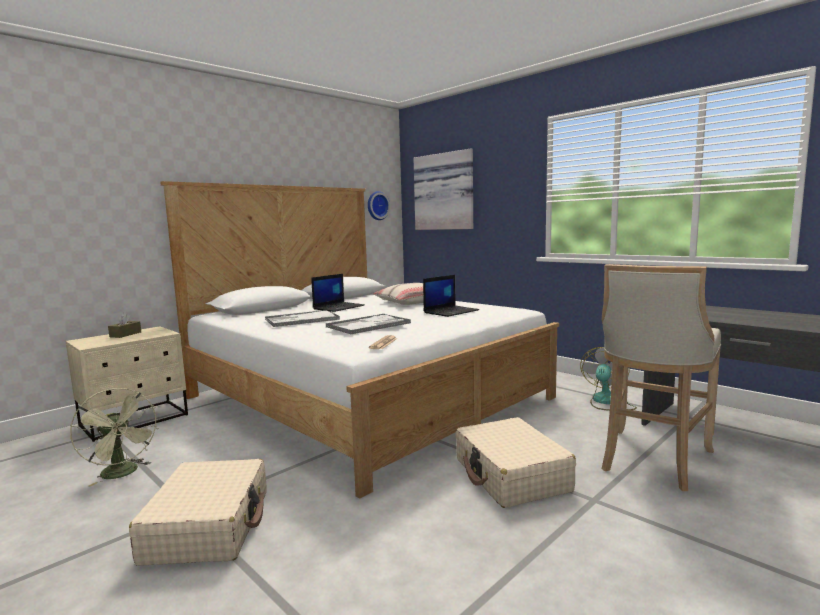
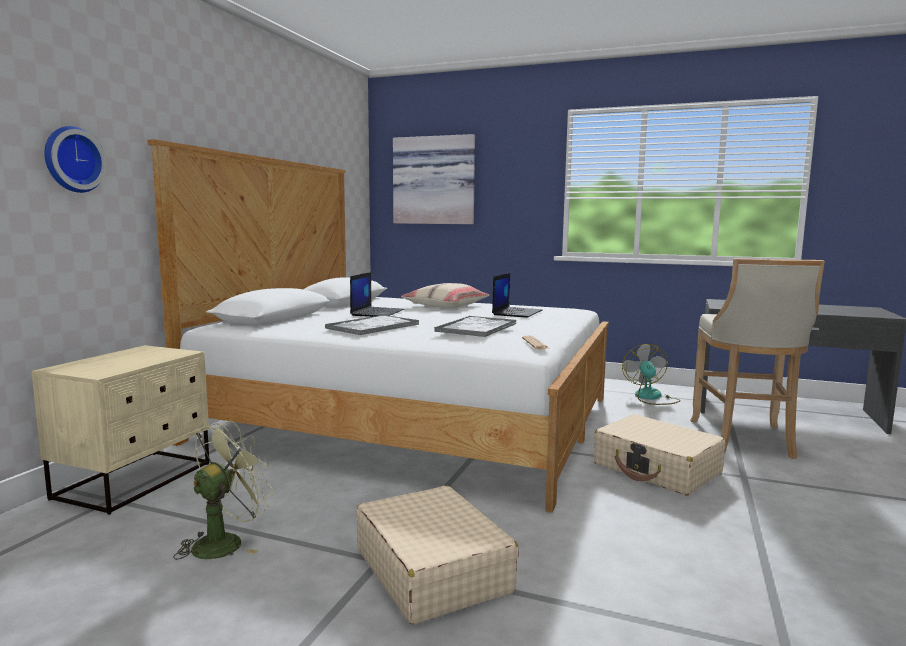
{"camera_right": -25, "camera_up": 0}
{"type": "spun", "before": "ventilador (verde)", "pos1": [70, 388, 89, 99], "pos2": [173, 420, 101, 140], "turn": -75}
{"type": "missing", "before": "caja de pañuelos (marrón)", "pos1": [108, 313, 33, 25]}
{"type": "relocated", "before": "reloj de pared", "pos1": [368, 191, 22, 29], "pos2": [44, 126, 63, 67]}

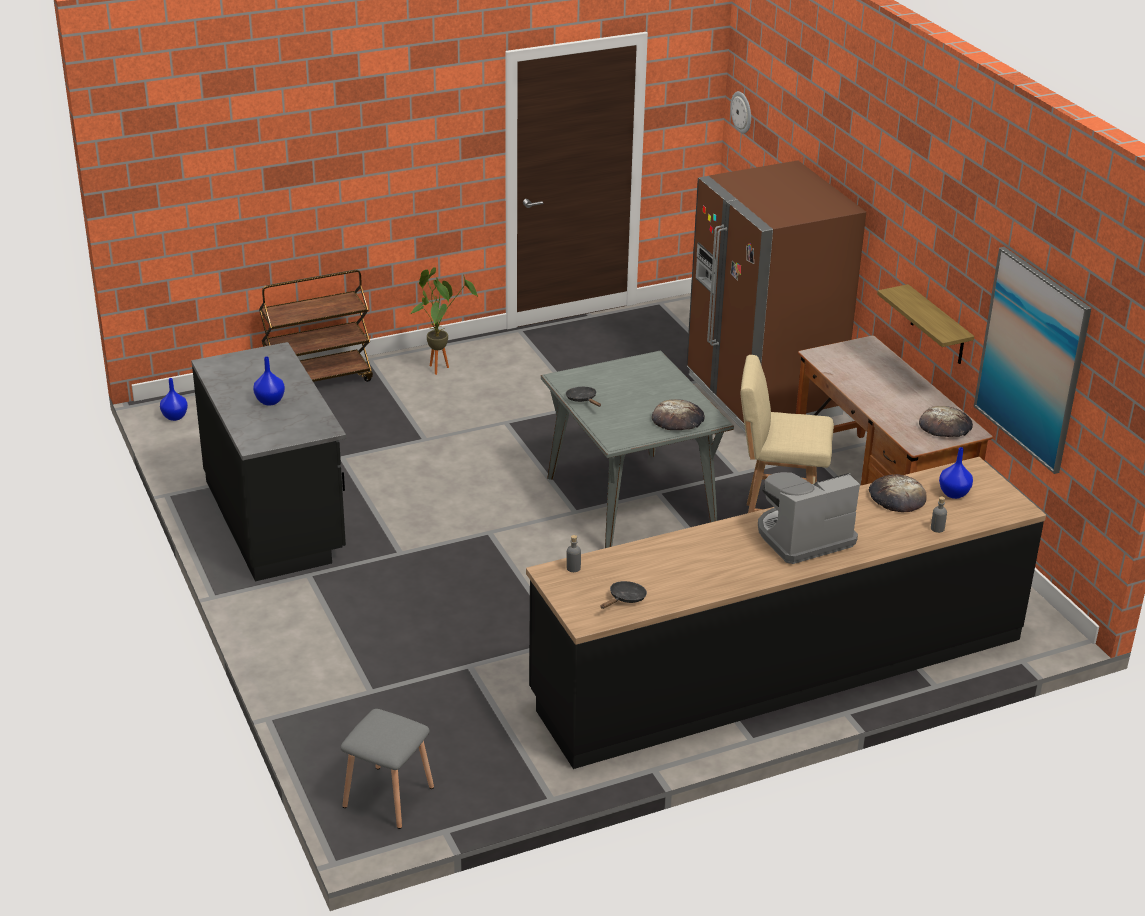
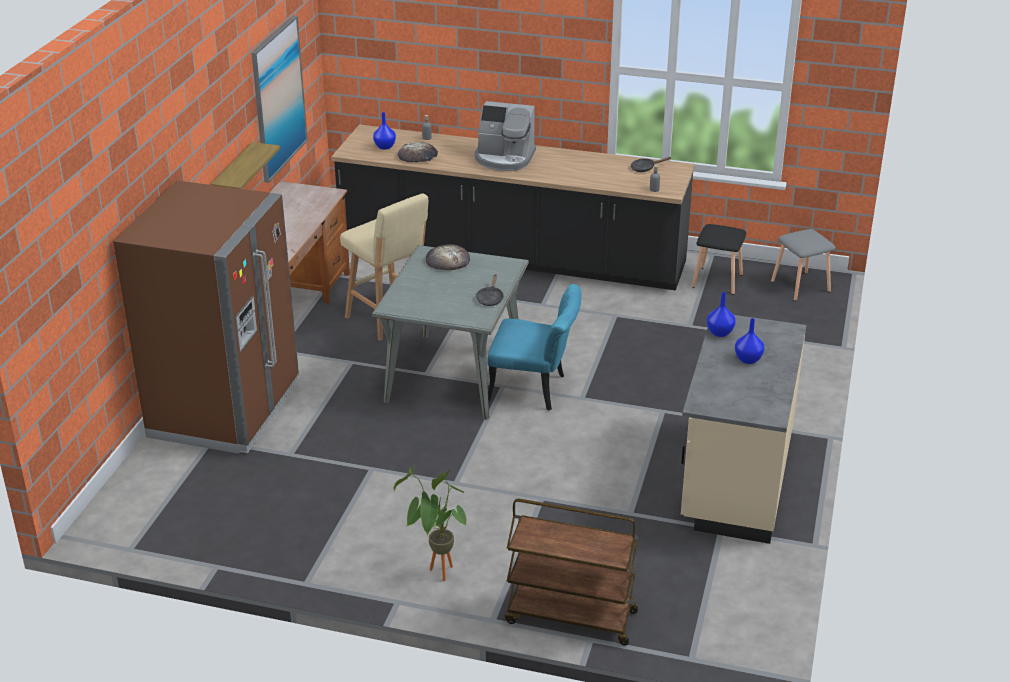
{"camera_right": -140, "camera_up": 0}
{"type": "relocated", "before": "florero (azul)", "pos1": [160, 378, 28, 43], "pos2": [707, 292, 29, 45]}
{"type": "colour", "before": "mueble bajo de cocina (negro)", "after": "mueble bajo de cocina (beis)", "pos1": [191, 342, 155, 239], "pos2": [681, 315, 125, 229]}
{"type": "missing", "before": "reloj de pared", "pos1": [730, 91, 21, 43]}
{"type": "missing", "before": "pan", "pos1": [919, 406, 54, 31]}
{"type": "appeared", "after": "silla (turquesa)", "pos2": [487, 284, 94, 126]}
{"type": "appeared", "after": "taburete (negro)", "pos2": [692, 224, 54, 71]}

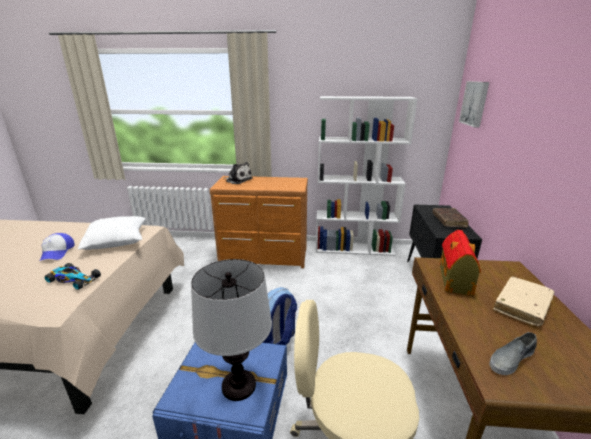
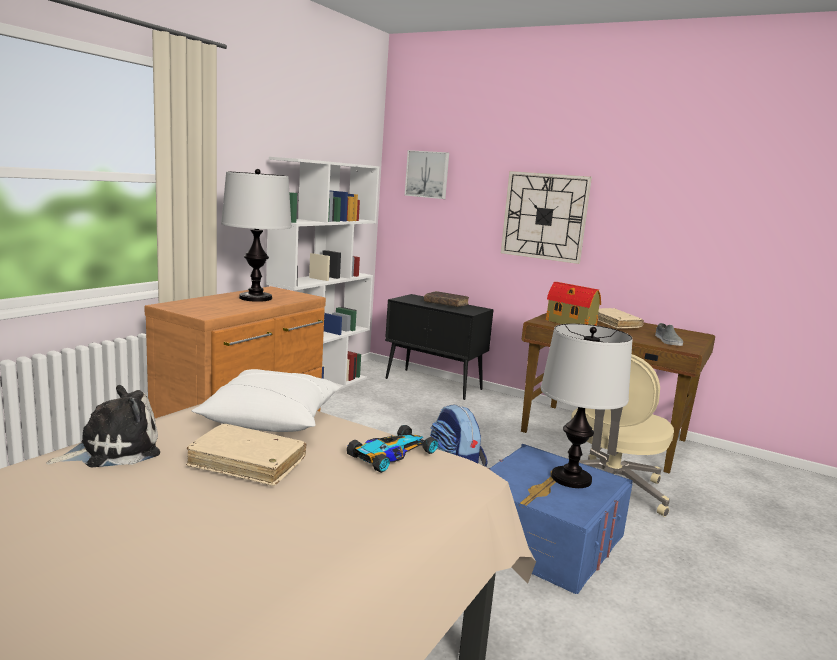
{"camera_right": -65, "camera_up": -10}
{"type": "exchanged", "before": "gorra", "after": "libro (beis)", "pos1": [40, 233, 35, 28], "pos2": [186, 424, 120, 62]}
{"type": "relocated", "before": "peluche", "pos1": [223, 162, 30, 22], "pos2": [46, 385, 114, 82]}
{"type": "appeared", "after": "lámpara de mesa", "pos2": [221, 169, 71, 133]}
{"type": "appeared", "after": "reloj de pared", "pos2": [501, 171, 91, 93]}

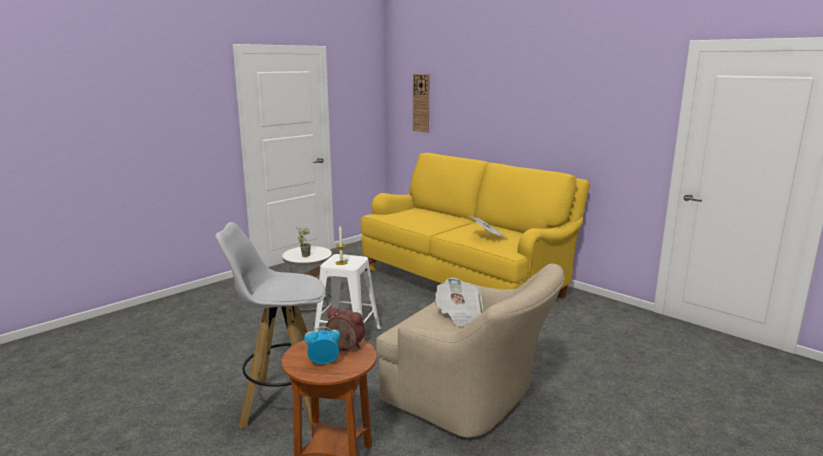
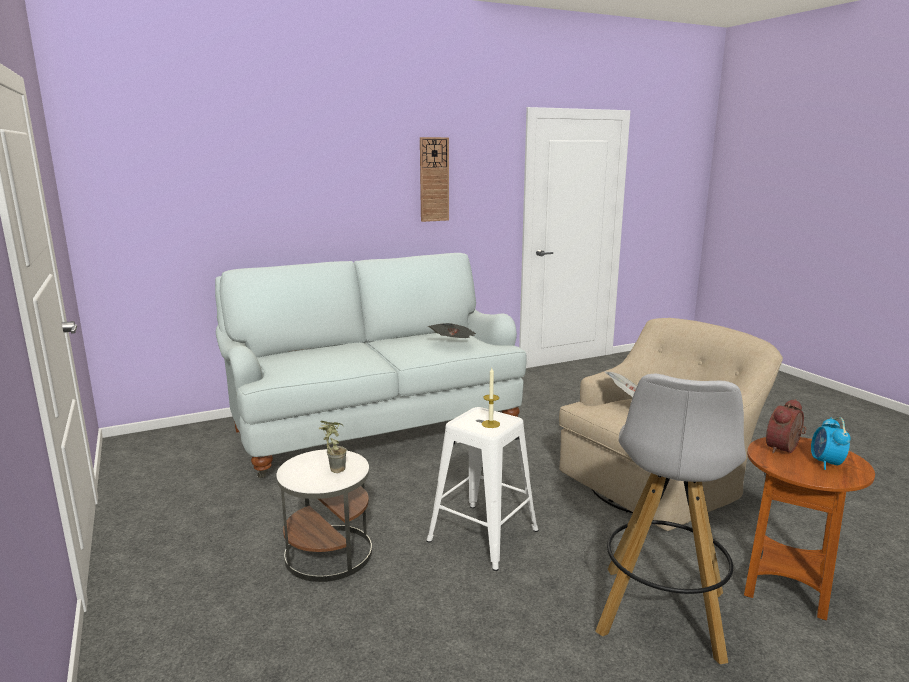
{"camera_right": -70, "camera_up": 0}
{"type": "colour", "before": "sofá (amarillo)", "after": "sofá (blanco)", "pos1": [360, 153, 230, 146], "pos2": [215, 253, 312, 225]}
{"type": "relocated", "before": "reloj de pared", "pos1": [413, 74, 17, 59], "pos2": [420, 137, 29, 85]}

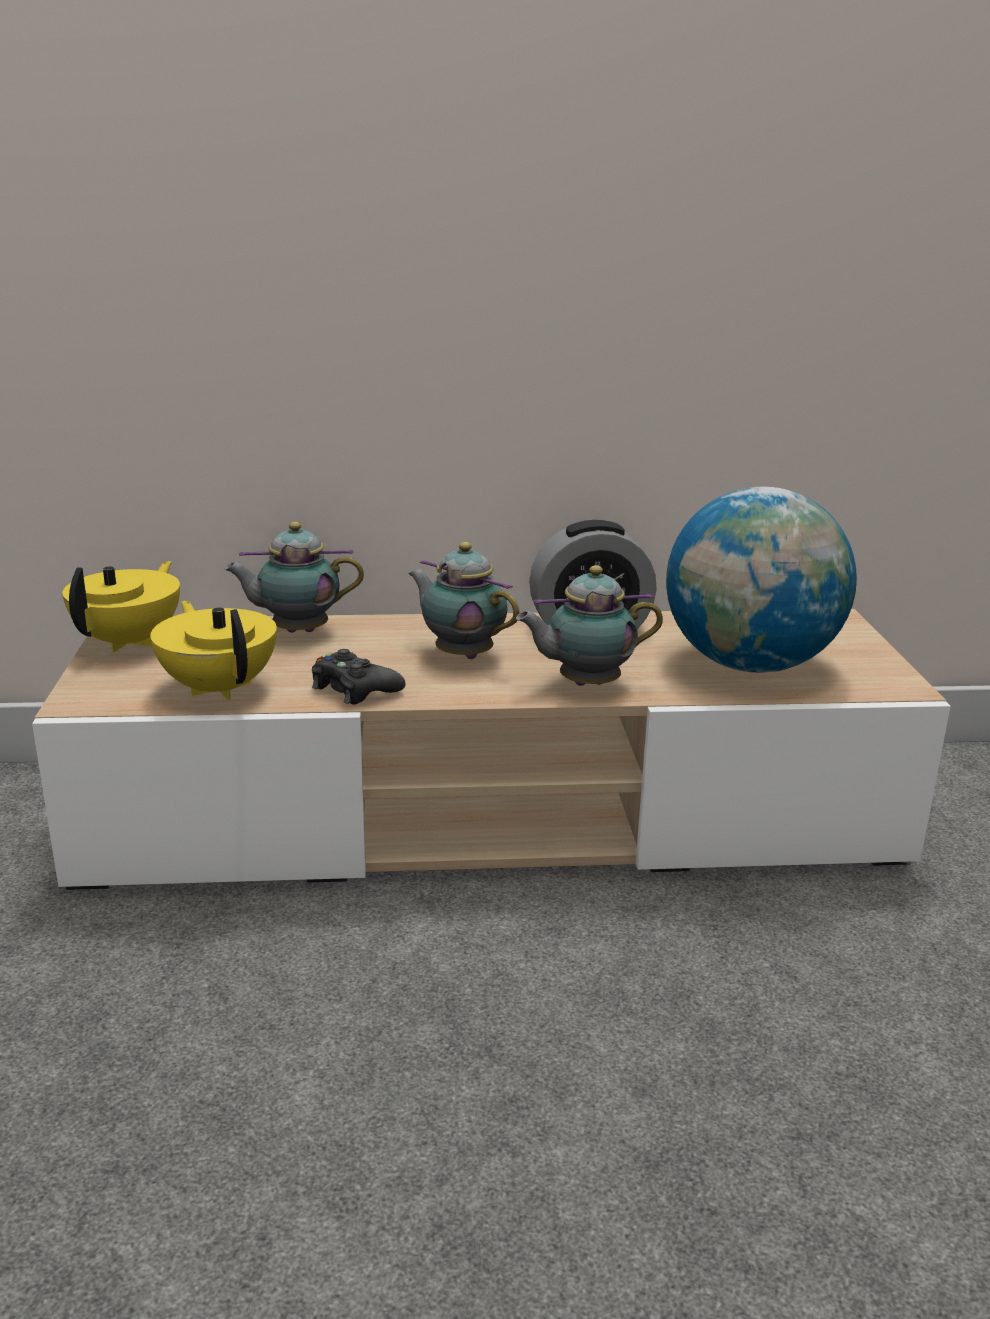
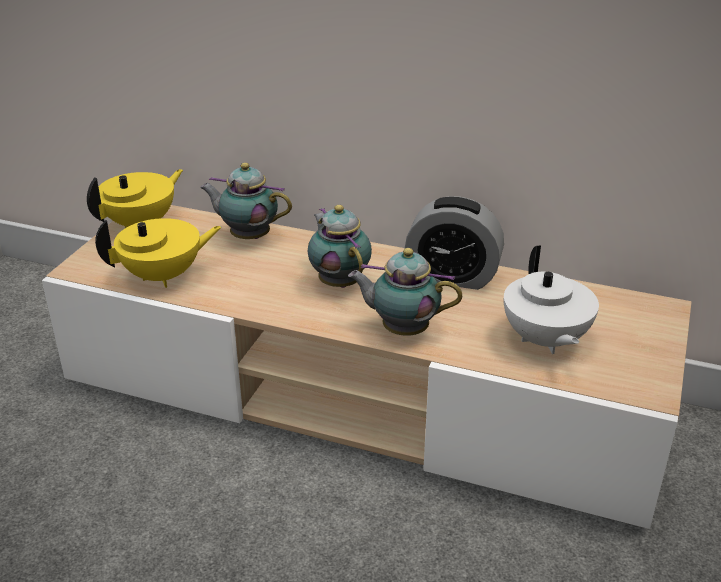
{"camera_right": 25, "camera_up": 10}
{"type": "spun", "before": "tetera (amarillo)", "pos1": [150, 600, 127, 100], "pos2": [95, 218, 127, 70], "turn": 75}
{"type": "missing", "before": "mando de consola (negro)", "pos1": [312, 649, 93, 56]}
{"type": "exchanged", "before": "globo terráqueo", "after": "tetera (blanco)", "pos1": [666, 487, 191, 186], "pos2": [504, 245, 95, 109]}

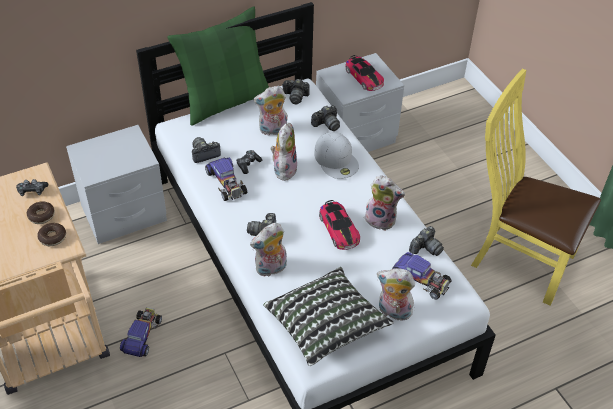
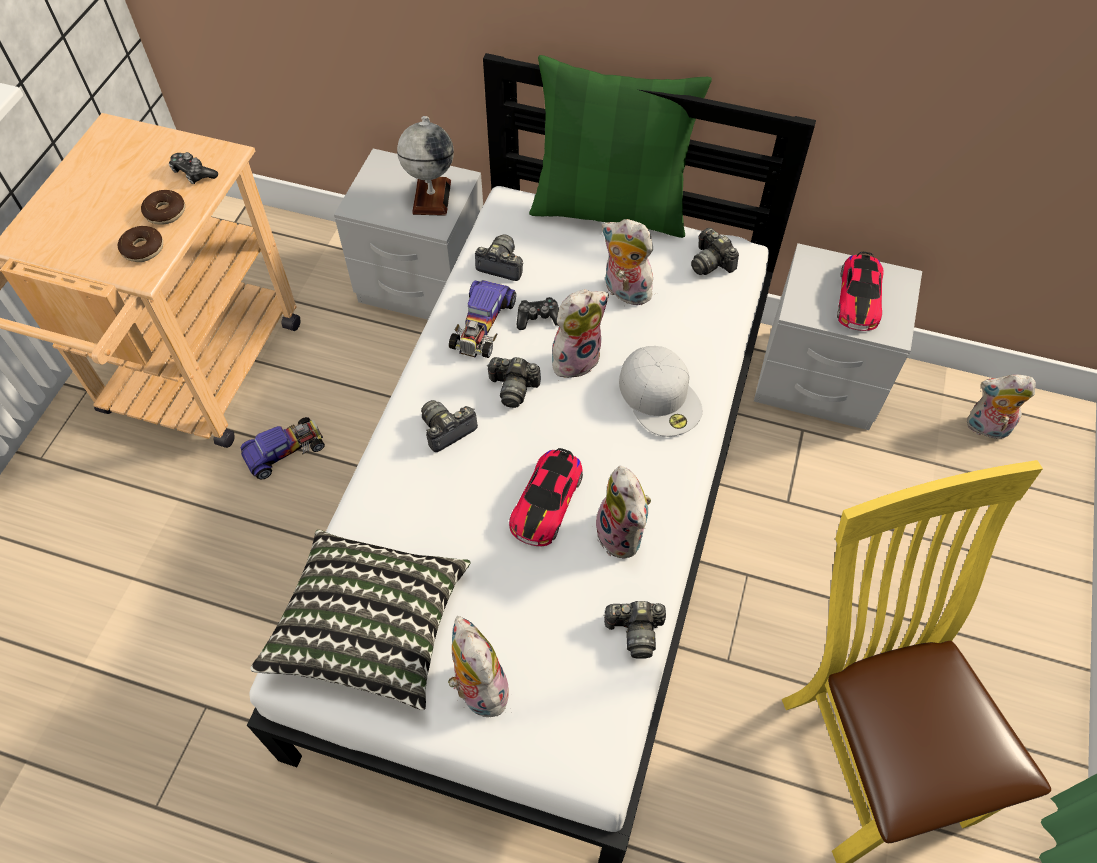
{"camera_right": 45, "camera_up": 10}
{"type": "relocated", "before": "peluche", "pos1": [250, 223, 37, 54], "pos2": [967, 374, 69, 65]}
{"type": "relocated", "before": "cámara", "pos1": [311, 105, 29, 26], "pos2": [487, 357, 54, 51]}
{"type": "spun", "before": "gorra (blanco)", "pos1": [314, 132, 45, 47], "pos2": [619, 346, 84, 91], "turn": -45}
{"type": "missing", "before": "coche de juguete", "pos1": [392, 252, 59, 48]}
{"type": "appeared", "after": "globo terráqueo", "pos2": [397, 116, 57, 100]}

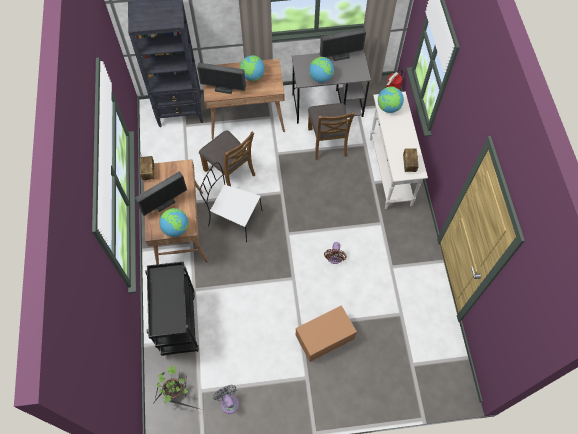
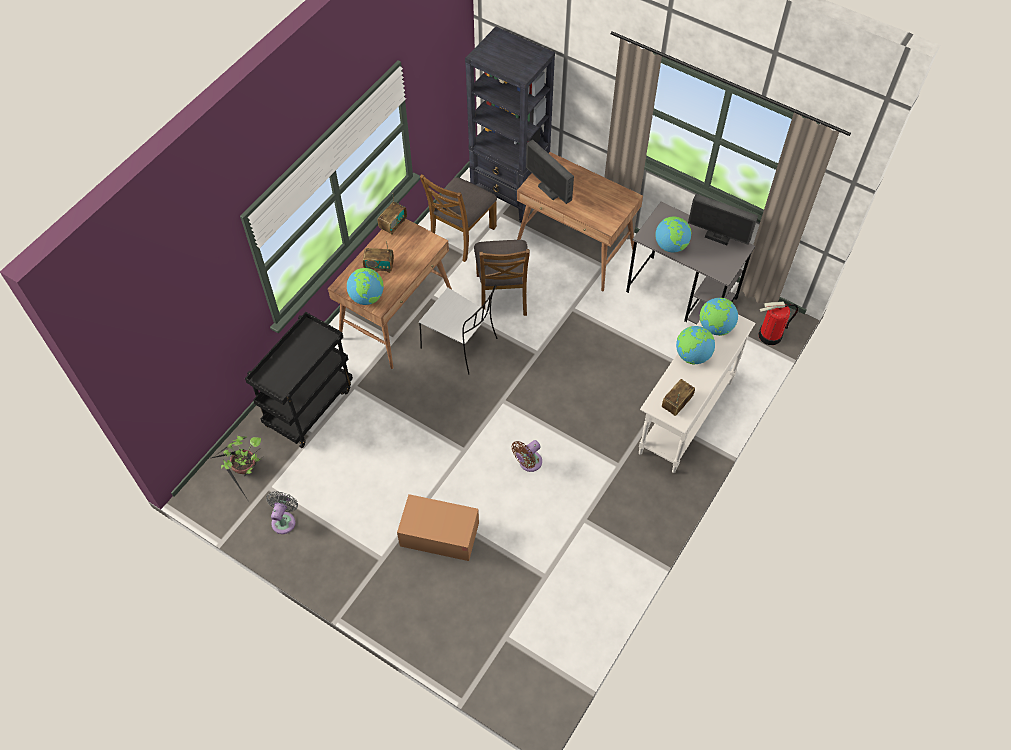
{"camera_right": 40, "camera_up": -5}
{"type": "exchanged", "before": "monitor", "after": "radio", "pos1": [135, 171, 52, 45], "pos2": [363, 241, 31, 32]}
{"type": "spun", "before": "silla (blanco)", "pos1": [200, 162, 62, 80], "pos2": [419, 285, 79, 89], "turn": 150}
{"type": "relocated", "before": "globo terráqueo", "pos1": [240, 55, 25, 26], "pos2": [676, 326, 39, 39]}
{"type": "relocated", "before": "silla (marrón)", "pos1": [308, 103, 47, 57], "pos2": [420, 174, 77, 88]}

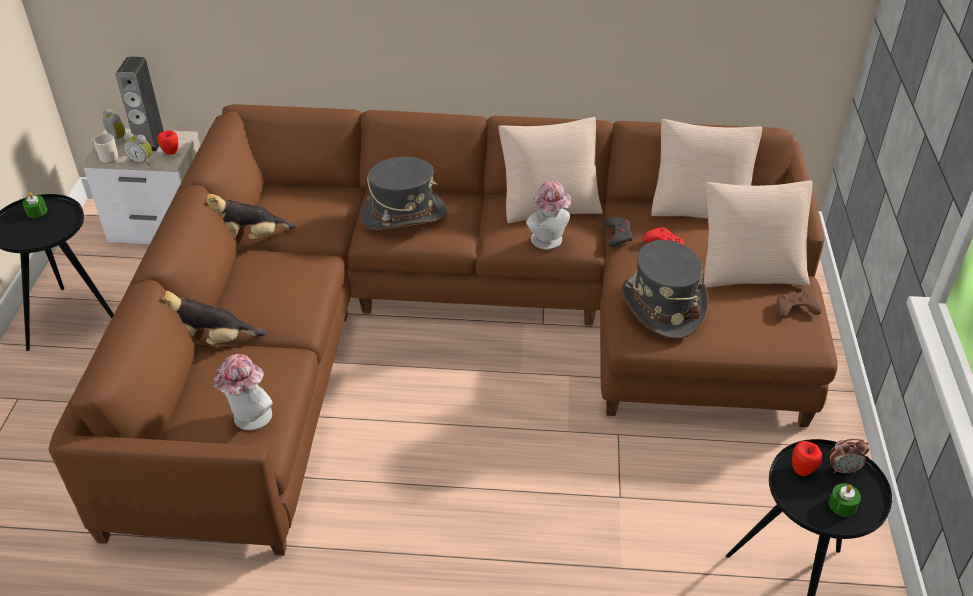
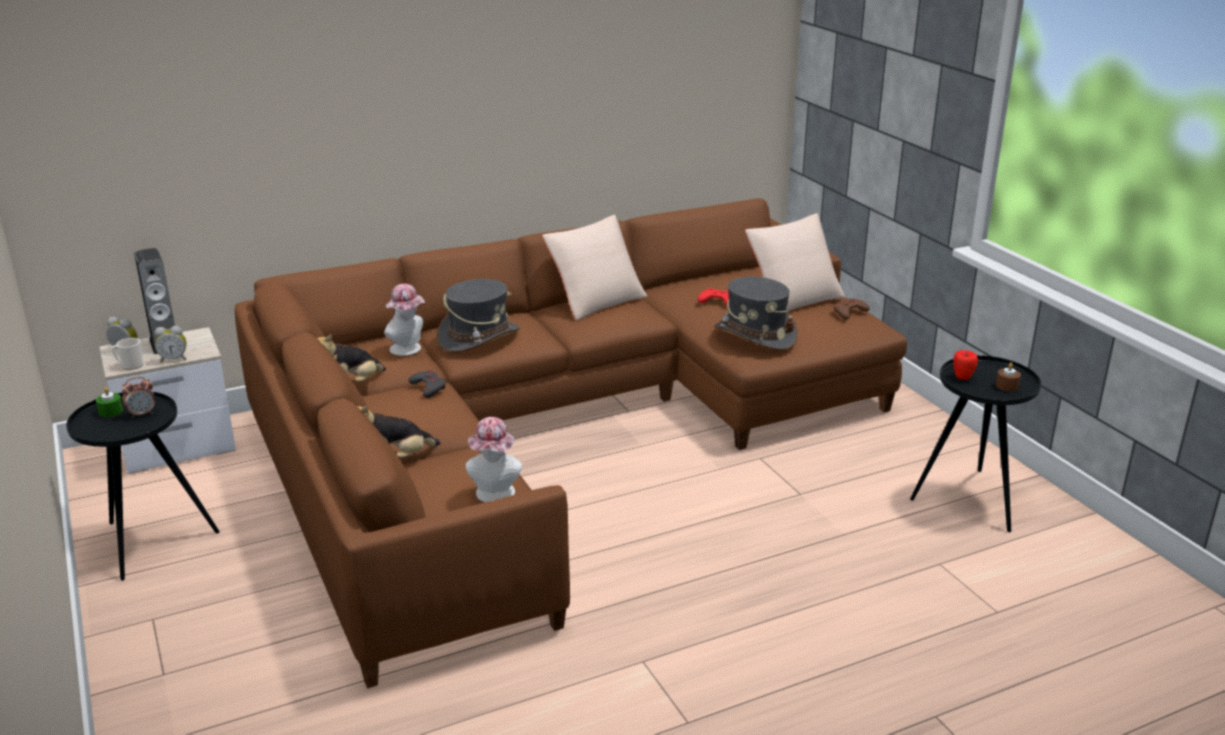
{"camera_right": -30, "camera_up": -15}
{"type": "missing", "before": "manzana", "pos1": [157, 130, 21, 25]}
{"type": "relocated", "before": "sombrero", "pos1": [526, 181, 45, 68], "pos2": [384, 284, 41, 72]}
{"type": "relocated", "before": "mando de consola (gris)", "pos1": [603, 217, 30, 30], "pos2": [408, 370, 38, 28]}
{"type": "missing", "before": "cojín (beis)", "pos1": [651, 119, 111, 100]}
{"type": "relocated", "before": "despertador", "pos1": [829, 439, 41, 34], "pos2": [121, 377, 34, 41]}
{"type": "colour", "before": "vela (verde)", "after": "vela (marrón)", "pos1": [829, 483, 32, 34], "pos2": [996, 363, 25, 28]}

